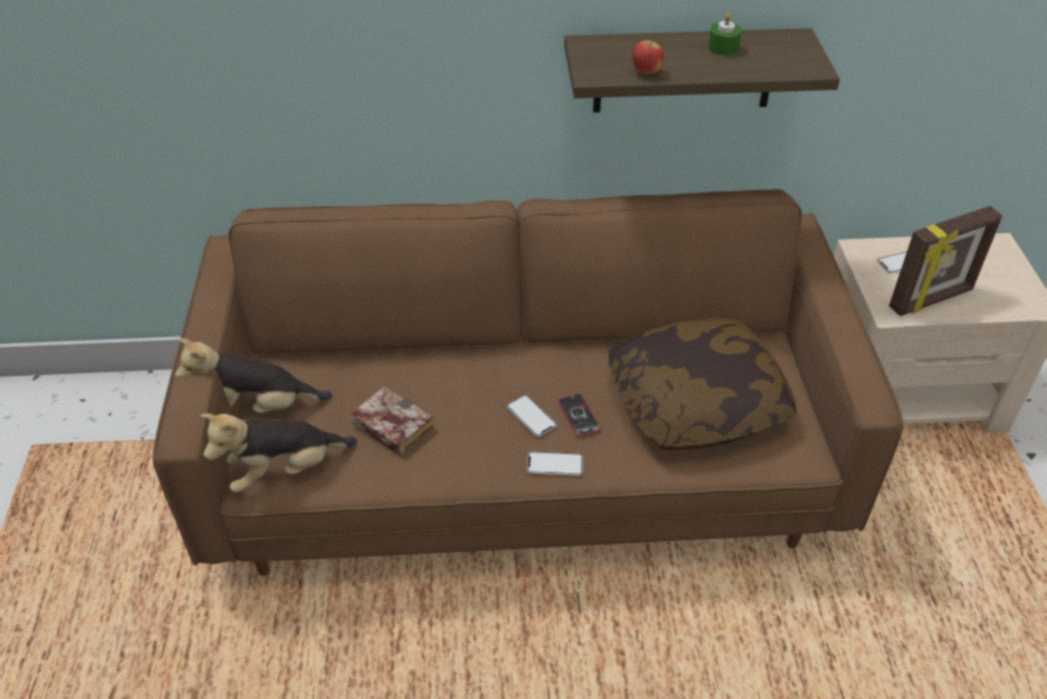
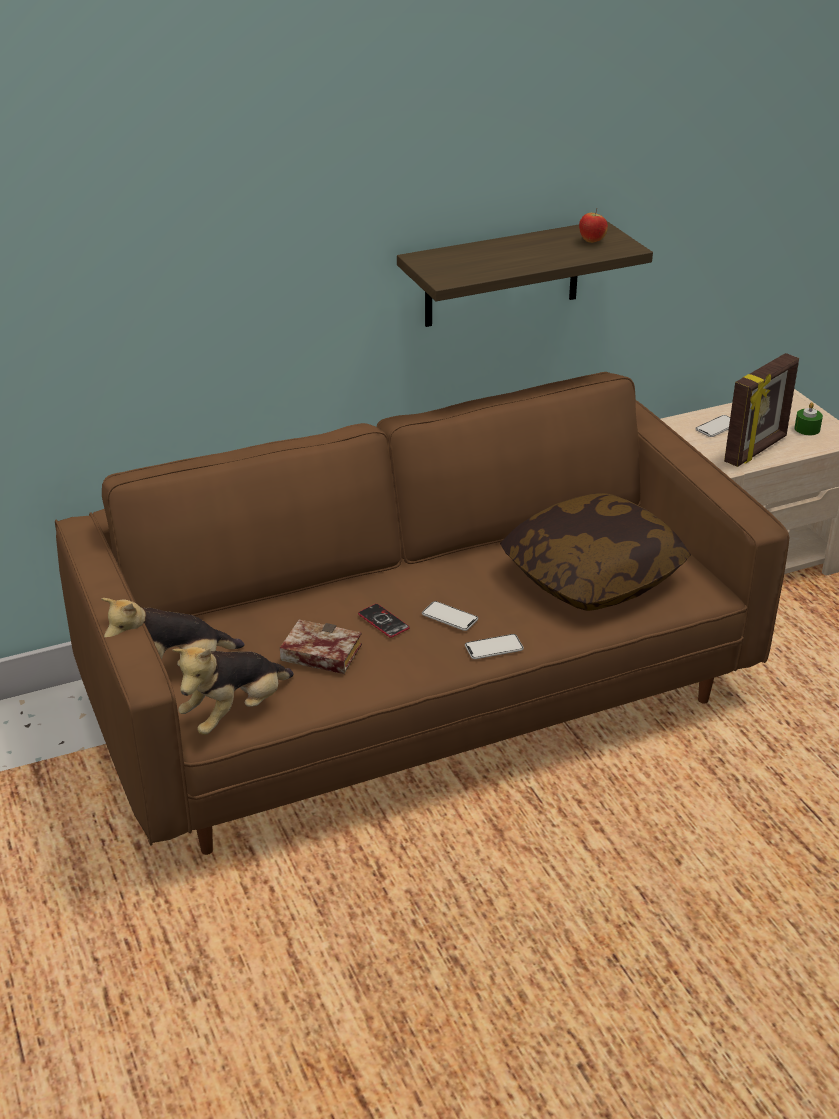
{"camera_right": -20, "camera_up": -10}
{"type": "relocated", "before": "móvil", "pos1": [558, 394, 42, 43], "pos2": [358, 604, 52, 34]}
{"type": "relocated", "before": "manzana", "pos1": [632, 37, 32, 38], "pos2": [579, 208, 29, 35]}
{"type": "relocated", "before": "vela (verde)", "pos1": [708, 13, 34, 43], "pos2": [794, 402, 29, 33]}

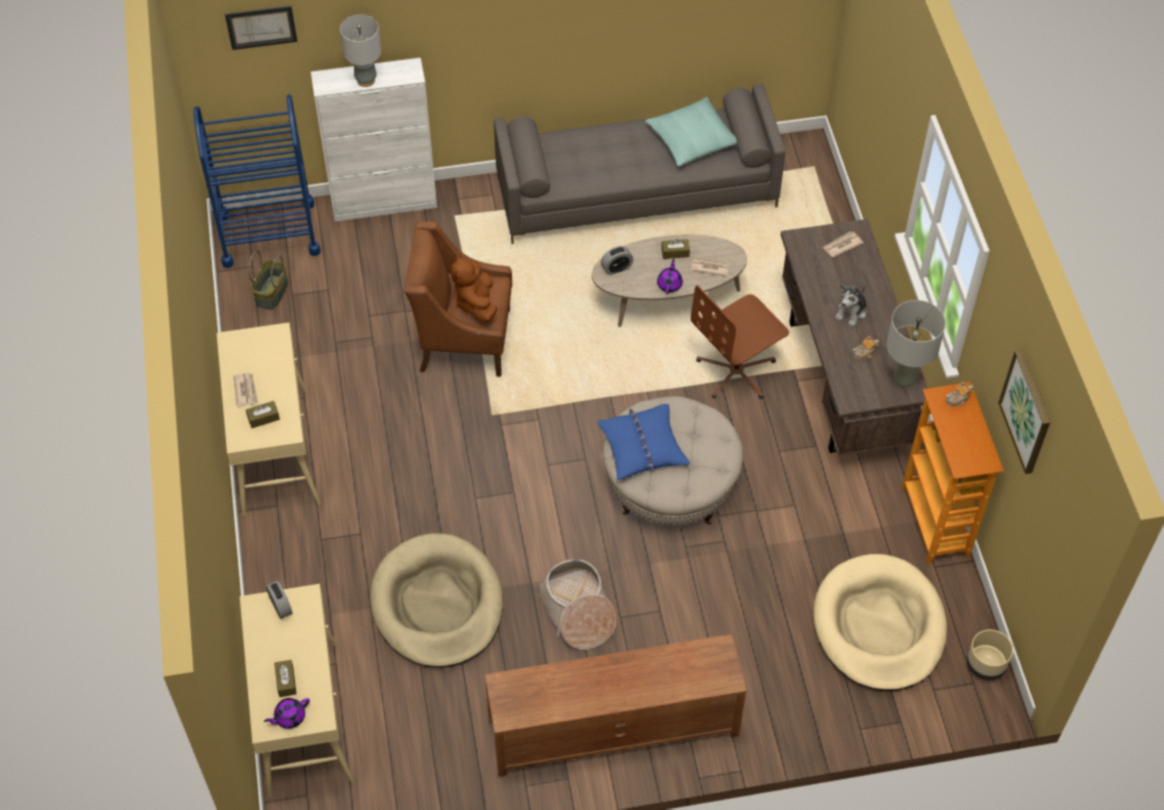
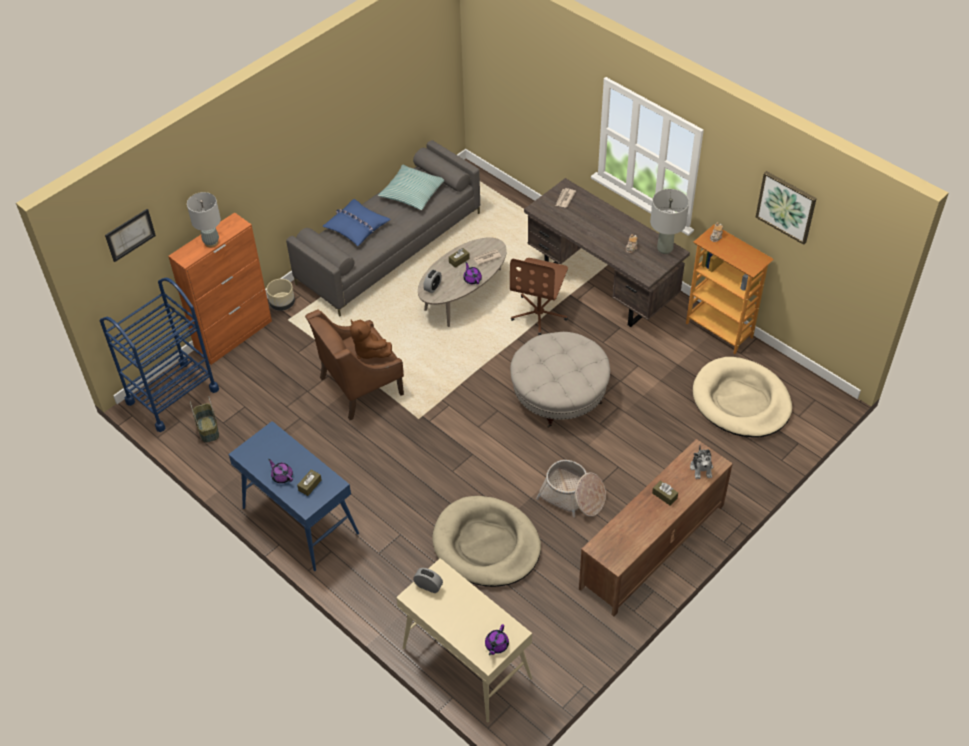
{"camera_right": -35, "camera_up": -5}
{"type": "colour", "before": "mesa consola (beis)", "after": "mesa consola (azul)", "pos1": [217, 322, 104, 195], "pos2": [228, 421, 131, 150]}
{"type": "exchanged", "before": "periódico", "after": "tetera (morado)", "pos1": [233, 373, 25, 34], "pos2": [268, 459, 25, 25]}
{"type": "relocated", "before": "caja de pañuelos (marrón)", "pos1": [274, 660, 23, 37], "pos2": [652, 481, 26, 25]}
{"type": "colour", "before": "armario (blanco)", "after": "armario (naranja)", "pos1": [311, 58, 126, 164], "pos2": [168, 212, 104, 153]}
{"type": "relocated", "before": "cojín (azul)", "pos1": [597, 404, 93, 76], "pos2": [323, 199, 68, 47]}
{"type": "relocated", "before": "peluche", "pos1": [835, 284, 32, 43], "pos2": [690, 446, 23, 33]}
{"type": "relocated", "before": "maceta (beis)", "pos1": [967, 630, 46, 50], "pos2": [266, 279, 29, 32]}

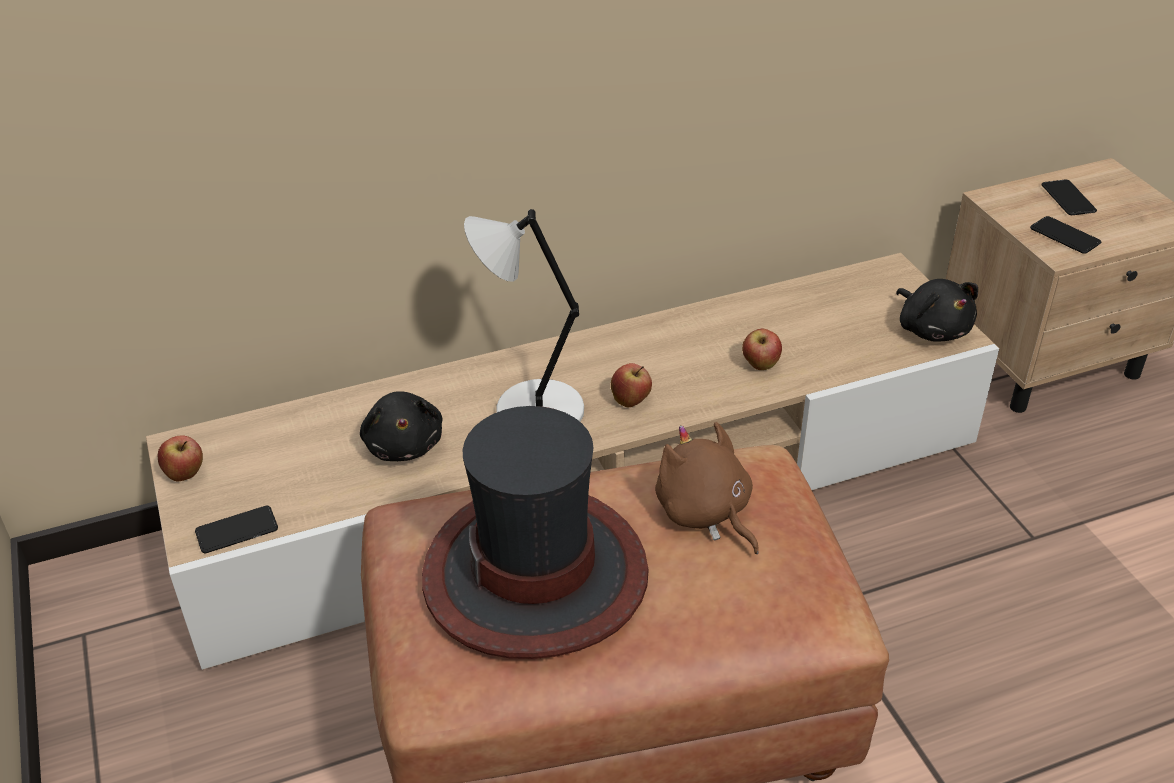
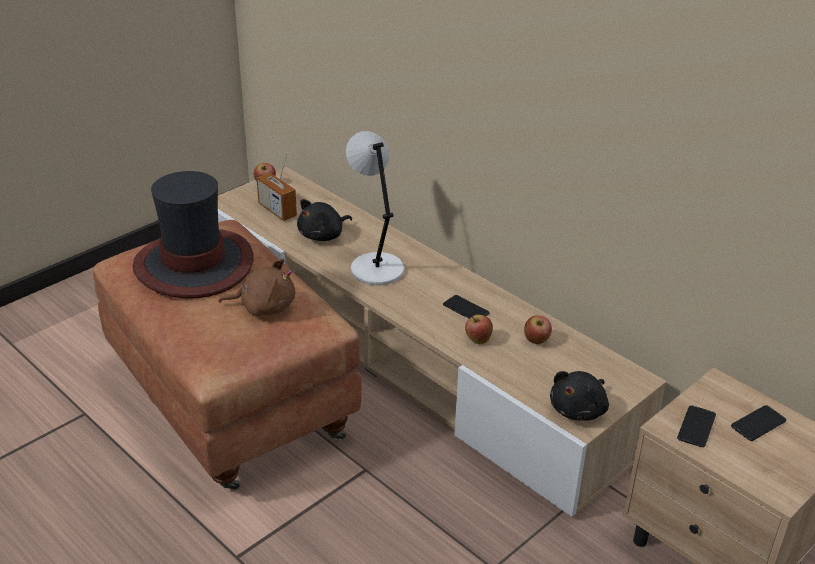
{"camera_right": 65, "camera_up": -5}
{"type": "relocated", "before": "móvil", "pos1": [195, 506, 83, 47], "pos2": [443, 295, 47, 24]}
{"type": "relocated", "before": "manzana", "pos1": [611, 363, 41, 44], "pos2": [524, 315, 28, 29]}
{"type": "spun", "before": "peluche (marrón)", "pos1": [655, 422, 104, 132], "pos2": [219, 259, 76, 58], "turn": 60}
{"type": "appeared", "after": "radio", "pos2": [256, 153, 41, 68]}

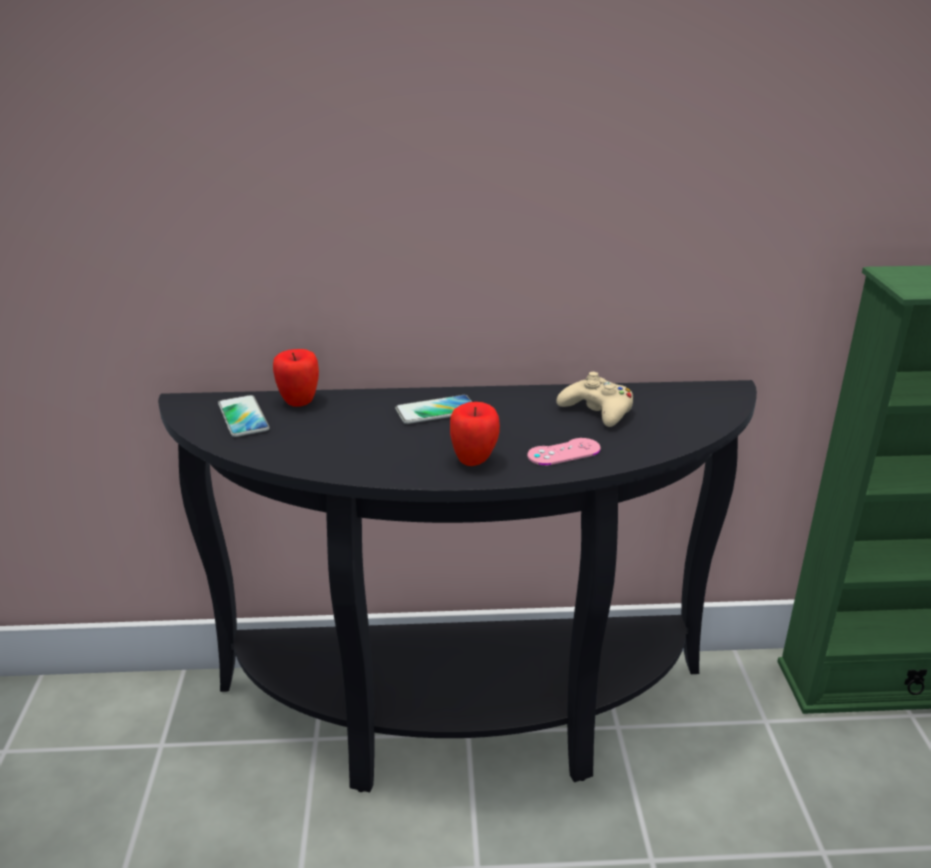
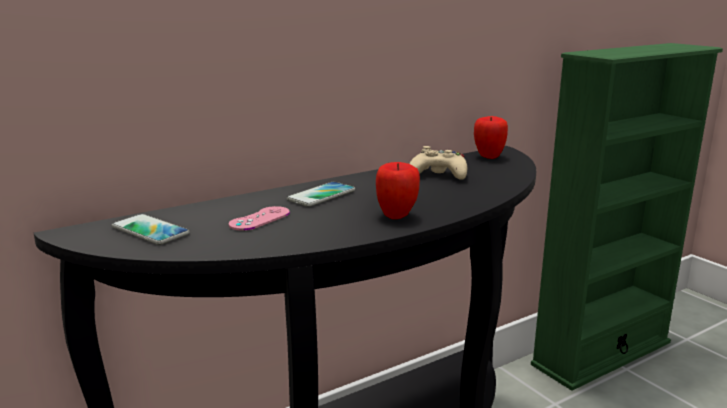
{"camera_right": -30, "camera_up": -10}
{"type": "relocated", "before": "manzana", "pos1": [273, 349, 46, 58], "pos2": [474, 116, 34, 43]}
{"type": "relocated", "before": "mando de consola (rosa)", "pos1": [527, 438, 74, 27], "pos2": [229, 206, 61, 25]}

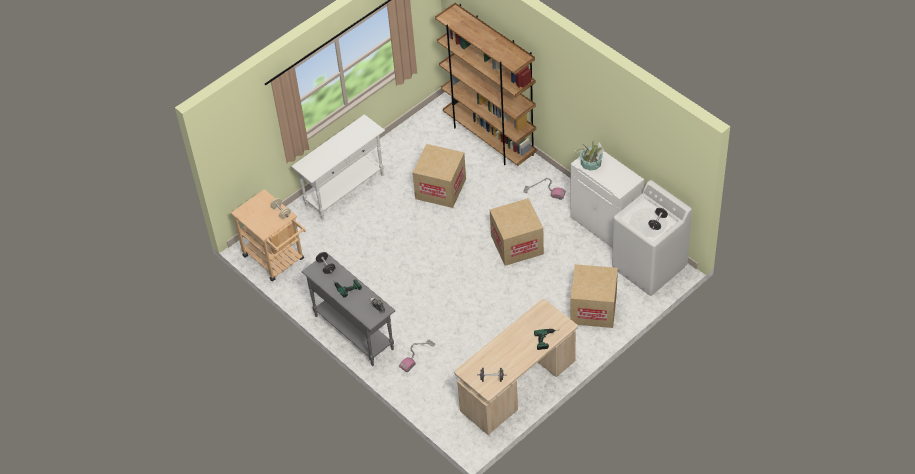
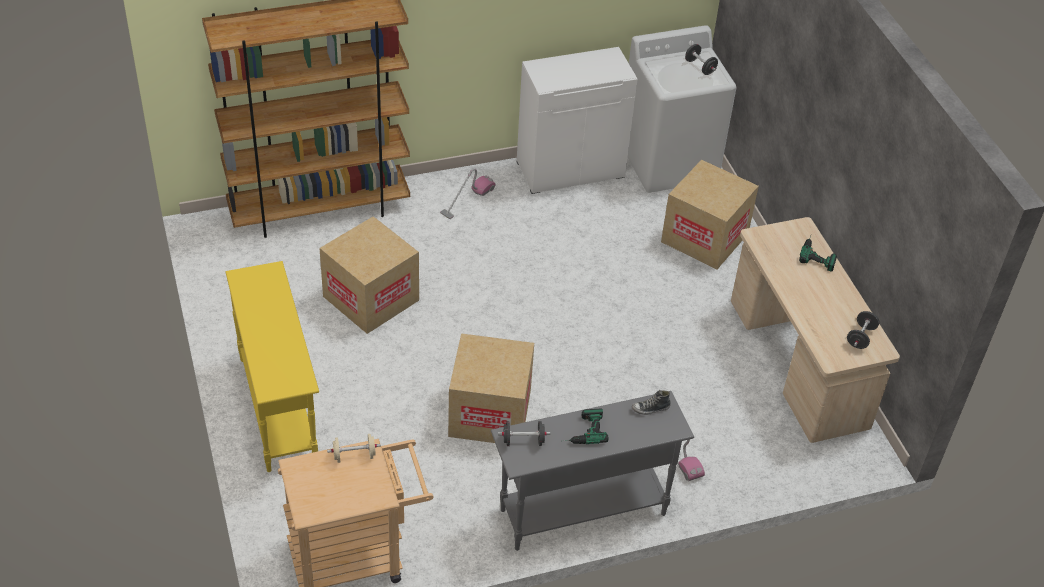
{"camera_right": -70, "camera_up": -5}
{"type": "colour", "before": "mesa consola (blanco)", "after": "mesa consola (amarillo)", "pos1": [291, 114, 94, 106], "pos2": [226, 261, 93, 211]}
{"type": "relocated", "before": "caja de cartón", "pos1": [490, 198, 54, 68], "pos2": [448, 333, 86, 110]}
{"type": "missing", "before": "planta en maceta", "pos1": [575, 142, 29, 29]}

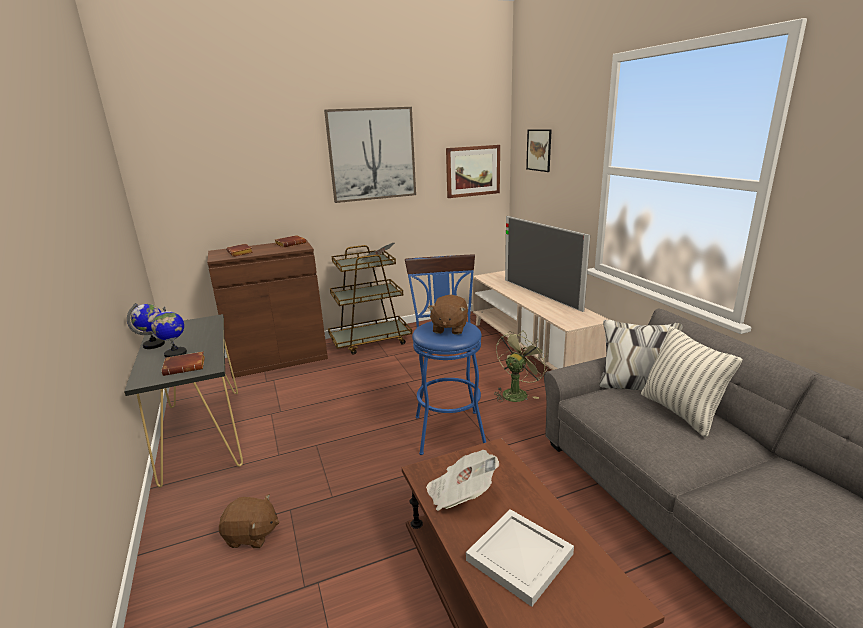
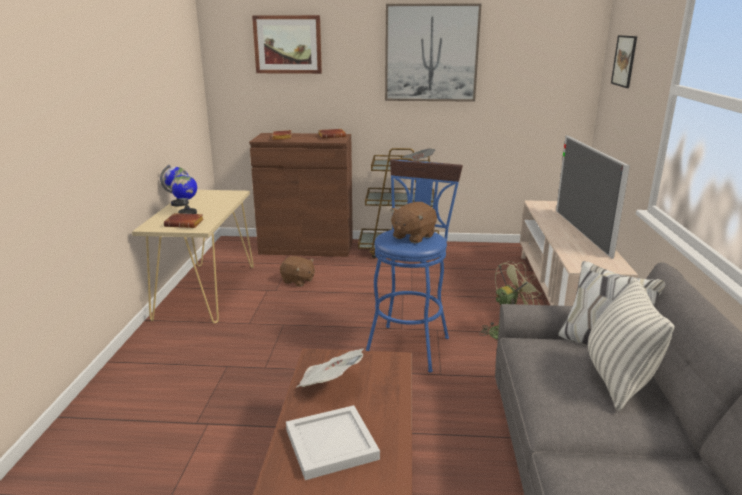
{"camera_right": 25, "camera_up": 0}
{"type": "colour", "before": "mesa consola (negro)", "after": "mesa consola (beis)", "pos1": [124, 314, 119, 173], "pos2": [132, 190, 122, 134]}
{"type": "relocated", "before": "peluche (marrón)", "pos1": [219, 494, 60, 54], "pos2": [280, 256, 35, 31]}
{"type": "relocated", "before": "cuadro", "pos1": [446, 145, 54, 53], "pos2": [252, 15, 70, 59]}

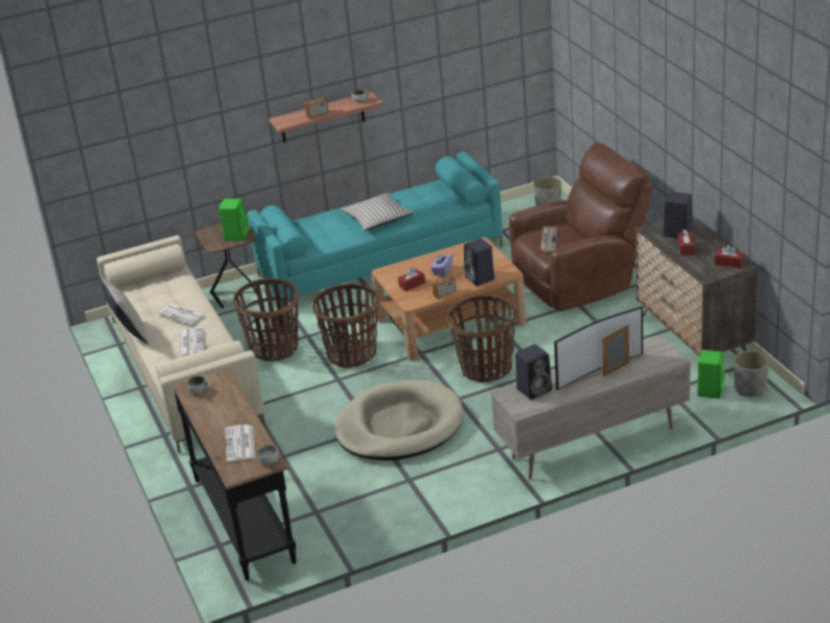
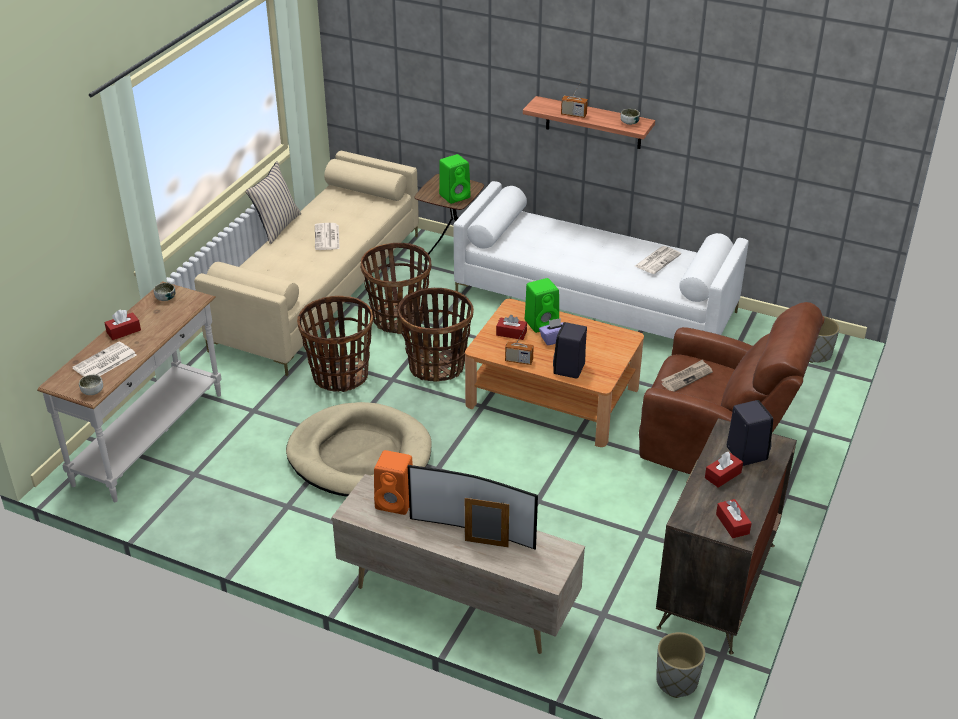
{"camera_right": 45, "camera_up": 5}
{"type": "colour", "before": "mesa consola (negro)", "after": "mesa consola (blanco)", "pos1": [172, 368, 124, 213], "pos2": [37, 281, 184, 221]}
{"type": "relocated", "before": "periódico", "pos1": [180, 327, 23, 30], "pos2": [635, 246, 46, 28]}
{"type": "colour", "before": "sofá (turquesa)", "after": "sofá (blanco)", "pos1": [247, 152, 256, 156], "pos2": [453, 181, 296, 158]}
{"type": "missing", "before": "cojín (beis)", "pos1": [340, 193, 74, 37]}
{"type": "relocated", "before": "cesta", "pos1": [447, 295, 70, 88], "pos2": [297, 296, 76, 96]}
{"type": "colour", "before": "altavoz (negro)", "after": "altavoz (naranja)", "pos1": [515, 344, 37, 56], "pos2": [374, 450, 39, 65]}
{"type": "relocated", "before": "altavoz (verde)", "pos1": [697, 350, 28, 49], "pos2": [525, 278, 34, 55]}
{"type": "appeared", "after": "caja de pañuelos (rojo)", "pos2": [104, 310, 37, 30]}

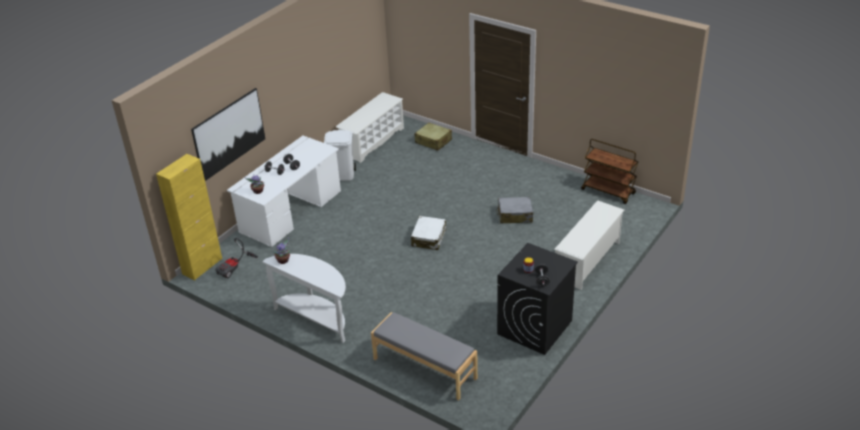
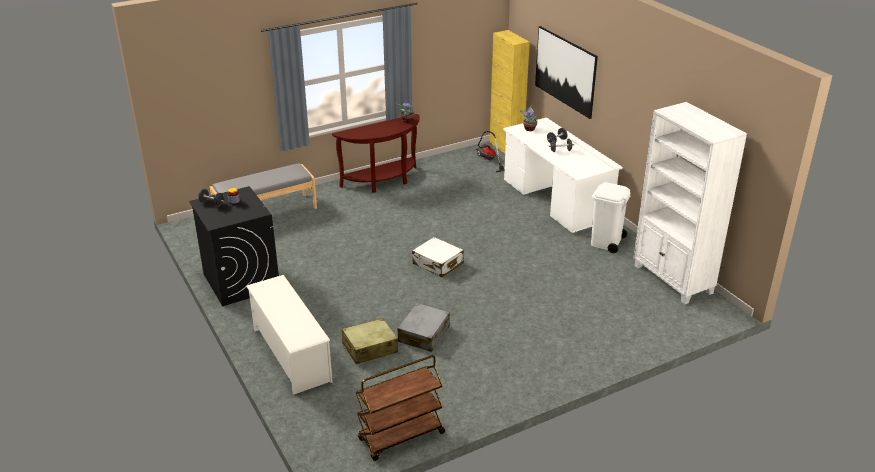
{"camera_right": 115, "camera_up": -5}
{"type": "colour", "before": "mesa consola (blanco)", "after": "mesa consola (marrón)", "pos1": [262, 254, 84, 89], "pos2": [332, 114, 88, 79]}
{"type": "exchanged", "before": "zapatero (blanco)", "after": "estantería (blanco)", "pos1": [336, 92, 68, 71], "pos2": [633, 102, 114, 202]}
{"type": "relocated", "before": "maleta (beis)", "pos1": [414, 122, 38, 29], "pos2": [342, 318, 56, 46]}

